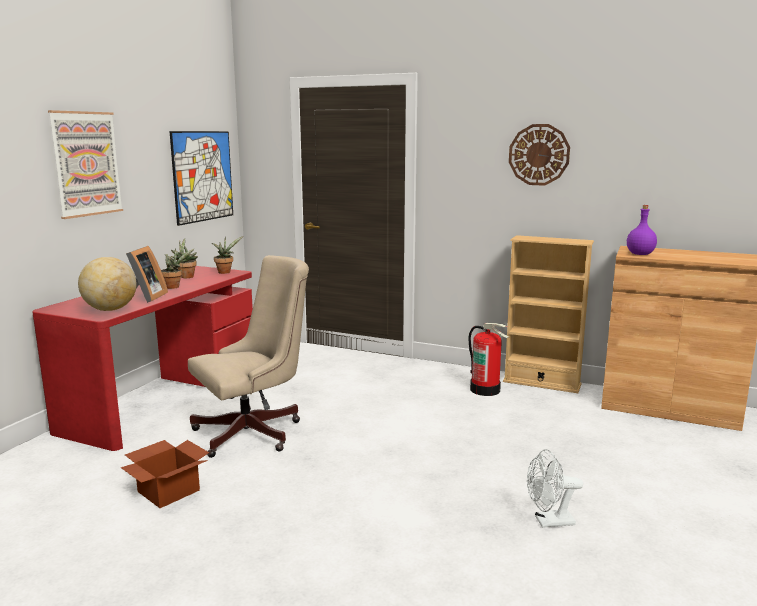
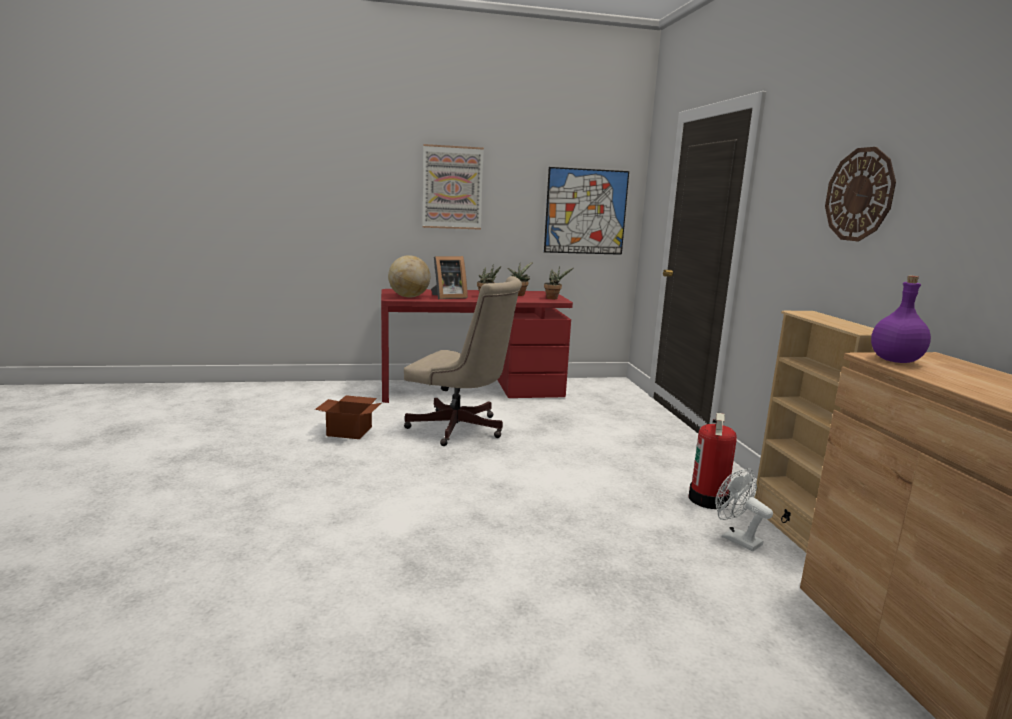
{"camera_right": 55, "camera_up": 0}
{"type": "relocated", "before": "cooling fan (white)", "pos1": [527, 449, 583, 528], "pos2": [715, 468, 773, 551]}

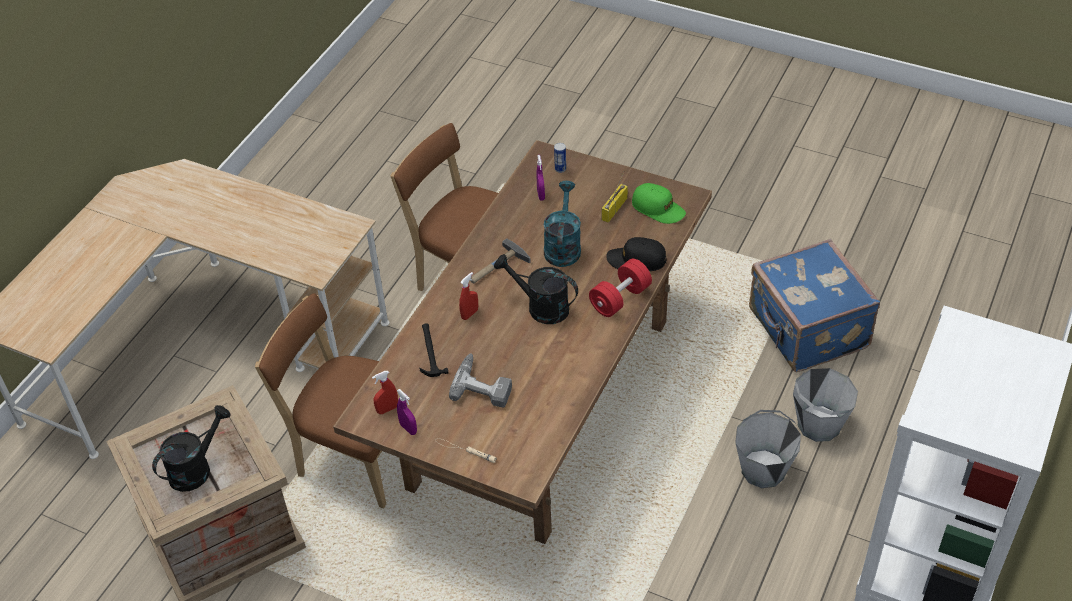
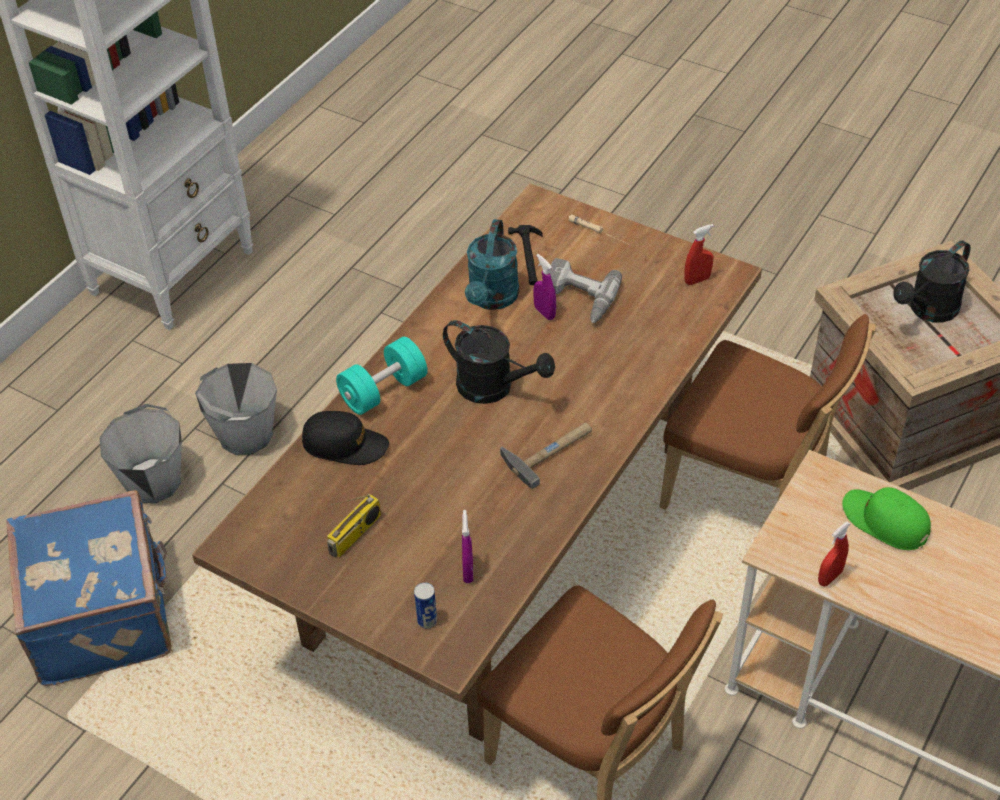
{"camera_right": -175, "camera_up": 0}
{"type": "relocated", "before": "watering can (turquoise-coloured)", "pos1": [544, 181, 581, 267], "pos2": [465, 219, 519, 310]}
{"type": "relocated", "before": "peaked cap (green)", "pos1": [632, 183, 686, 224], "pos2": [842, 487, 931, 550]}
{"type": "colour", "before": "free weight (red-coloured)", "after": "free weight (turquoise-coloured)", "pos1": [589, 259, 652, 317], "pos2": [336, 337, 428, 415]}
{"type": "relocated", "before": "spray bottle (red-coloured)", "pos1": [459, 272, 478, 320], "pos2": [818, 522, 850, 586]}
{"type": "relocated", "before": "tool hammer", "pos1": [420, 324, 448, 377], "pos2": [508, 225, 543, 285]}
{"type": "relocated", "before": "spray bottle (purple)", "pos1": [397, 389, 417, 435], "pos2": [533, 254, 556, 320]}

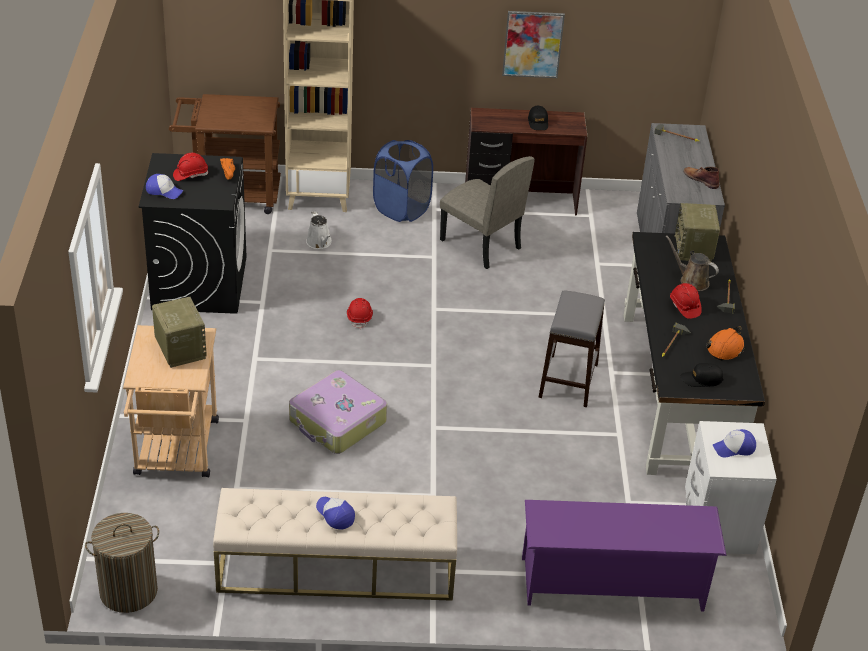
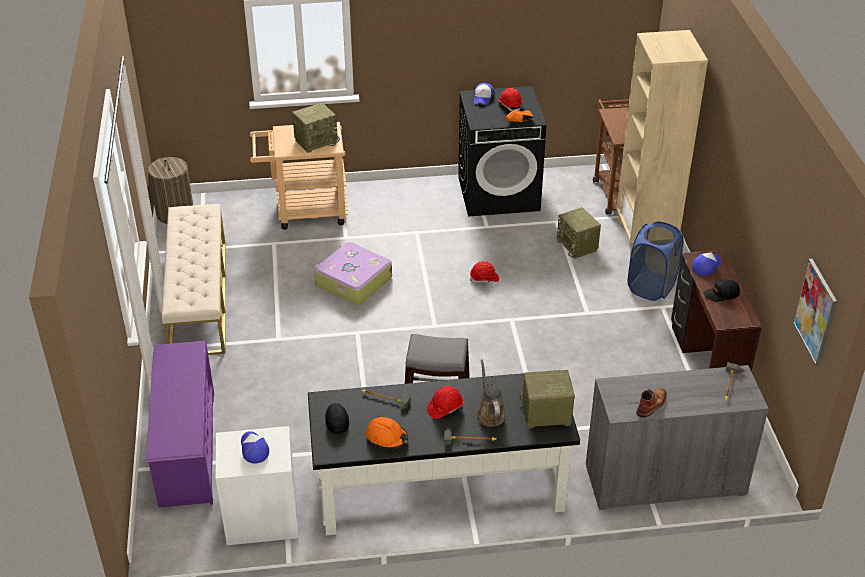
{"camera_right": 85, "camera_up": 0}
{"type": "relocated", "before": "wall picture", "pos1": [502, 11, 565, 78], "pos2": [793, 259, 837, 366]}
{"type": "missing", "before": "plain chair (beige-coloured)", "pos1": [440, 156, 535, 269]}
{"type": "exchanged", "before": "watering can (white)", "after": "radio set", "pos1": [306, 211, 332, 249], "pos2": [557, 207, 601, 259]}
{"type": "spun", "before": "watering can (brown-coloured)", "pos1": [665, 235, 719, 291], "pos2": [476, 360, 506, 427], "turn": -45}
{"type": "relocated", "before": "peaked cap", "pos1": [316, 497, 355, 529], "pos2": [692, 252, 721, 276]}

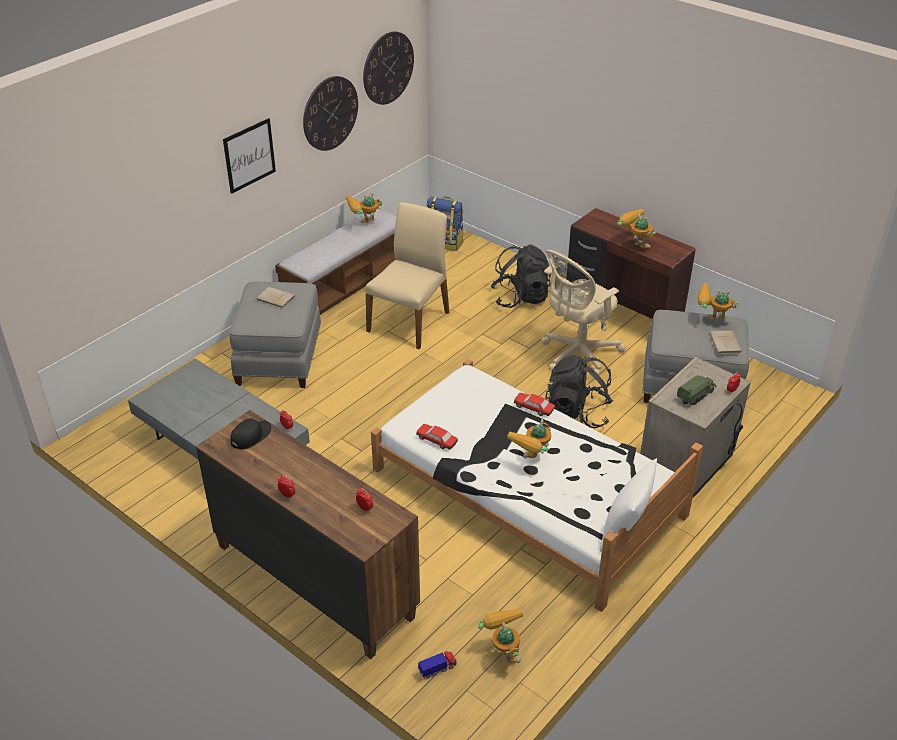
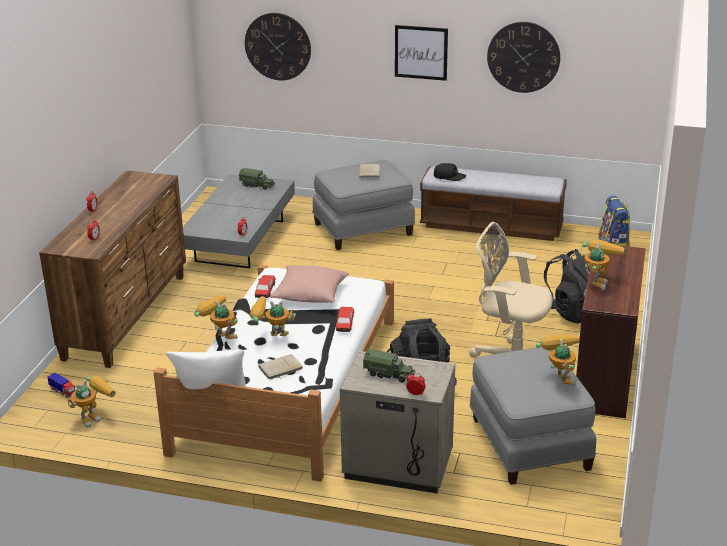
{"camera_right": 65, "camera_up": -10}
{"type": "relocated", "before": "clock on the wall", "pos1": [363, 32, 414, 105], "pos2": [245, 13, 311, 80]}
{"type": "relocated", "before": "toy robot", "pos1": [346, 193, 382, 223], "pos2": [194, 295, 238, 339]}
{"type": "missing", "before": "plain chair (beige-coloured)", "pos1": [365, 203, 449, 349]}
{"type": "relocated", "before": "book (beige-coloured)", "pos1": [710, 331, 742, 354], "pos2": [258, 354, 303, 380]}
{"type": "relocated", "before": "peaked cap (black)", "pos1": [230, 418, 271, 450], "pos2": [434, 163, 466, 181]}
{"type": "appeared", "after": "toy lorry", "pos2": [239, 168, 275, 190]}
{"type": "appeared", "after": "throw pillow (pinkish)", "pos2": [270, 265, 349, 303]}

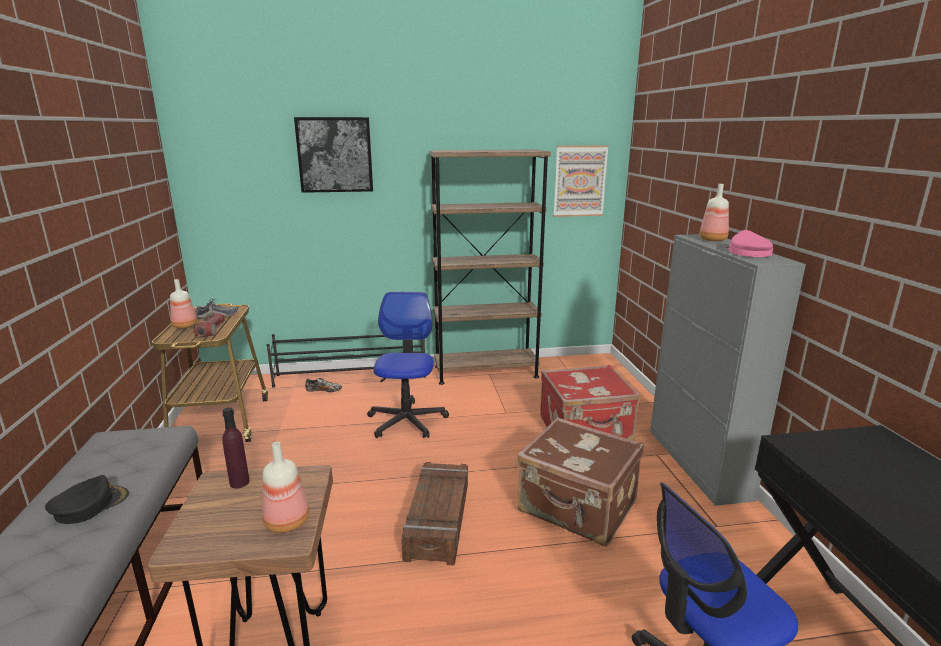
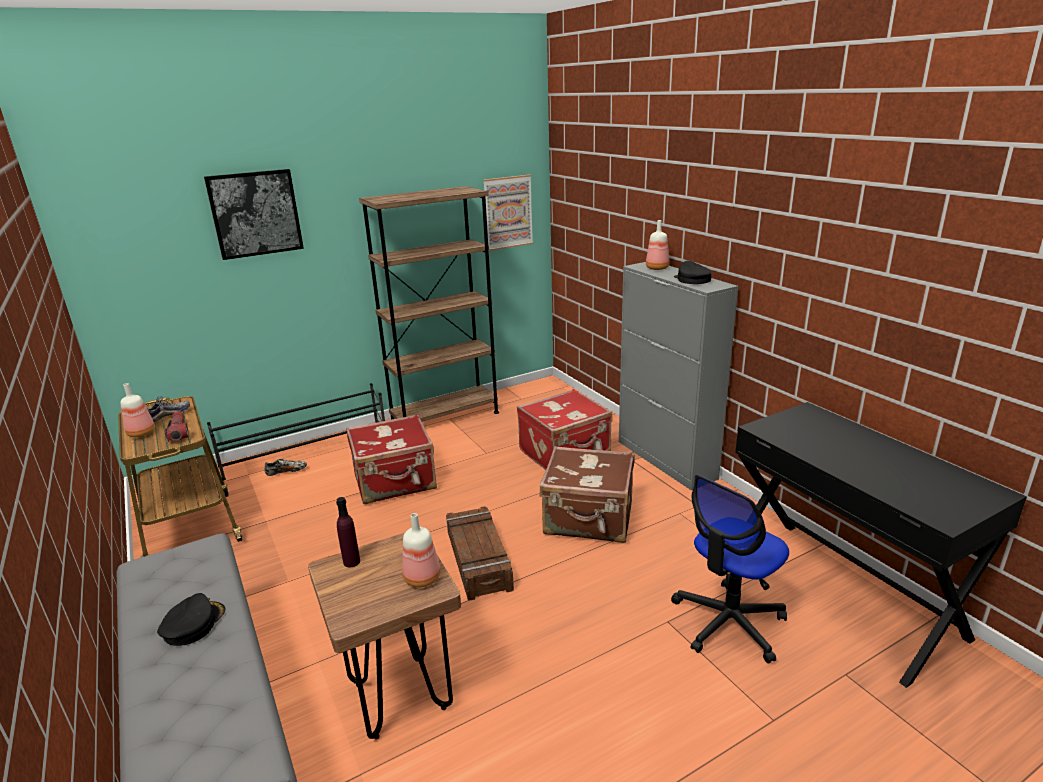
{"camera_right": -20, "camera_up": 5}
{"type": "colour", "before": "peaked cap (pinkish)", "after": "peaked cap (black)", "pos1": [726, 230, 773, 257], "pos2": [674, 260, 711, 284]}
{"type": "exchanged", "before": "desk chair", "after": "travel case (red-coloured)", "pos1": [367, 292, 449, 438], "pos2": [346, 414, 437, 504]}

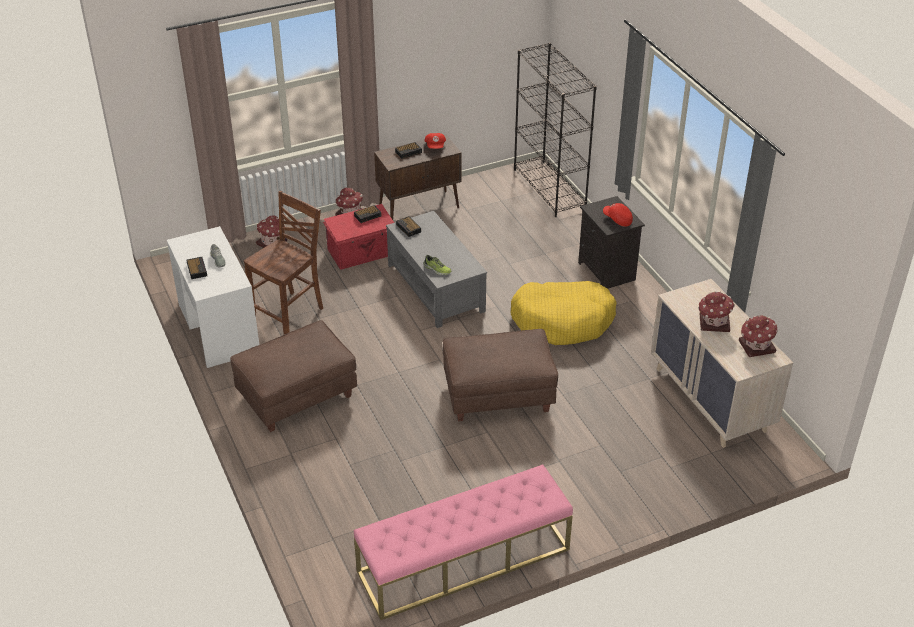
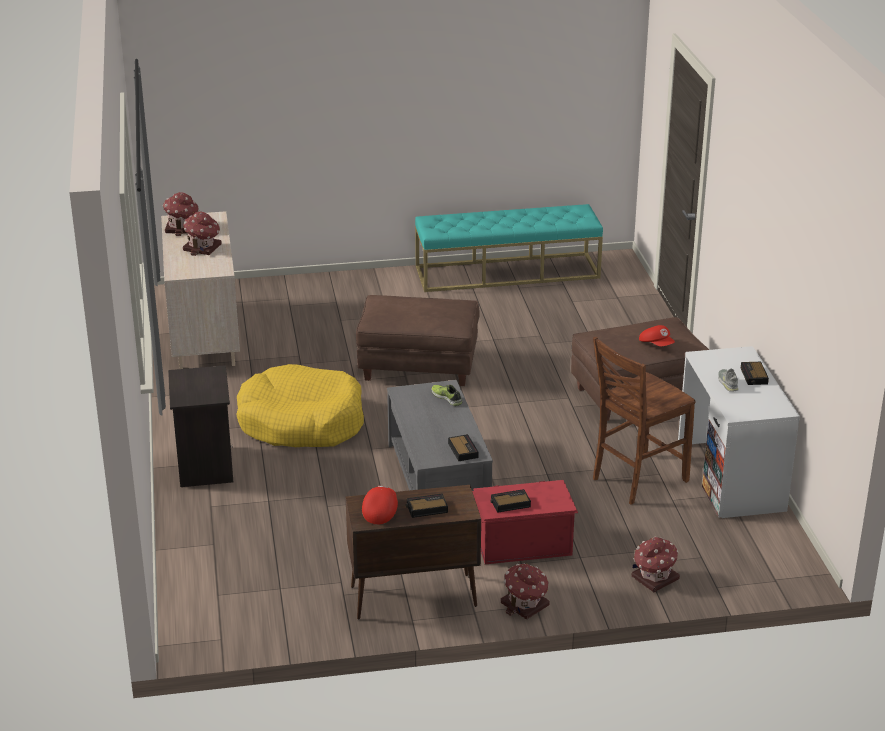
{"camera_right": -165, "camera_up": -10}
{"type": "missing", "before": "bookshelf (black)", "pos1": [514, 43, 597, 217]}
{"type": "relocated", "before": "peaked cap (red-coloured)", "pos1": [603, 203, 633, 227], "pos2": [639, 325, 675, 346]}
{"type": "colour", "before": "indoor bench (pinkish)", "after": "indoor bench (turquoise-coloured)", "pos1": [354, 465, 573, 620], "pos2": [415, 204, 603, 292]}

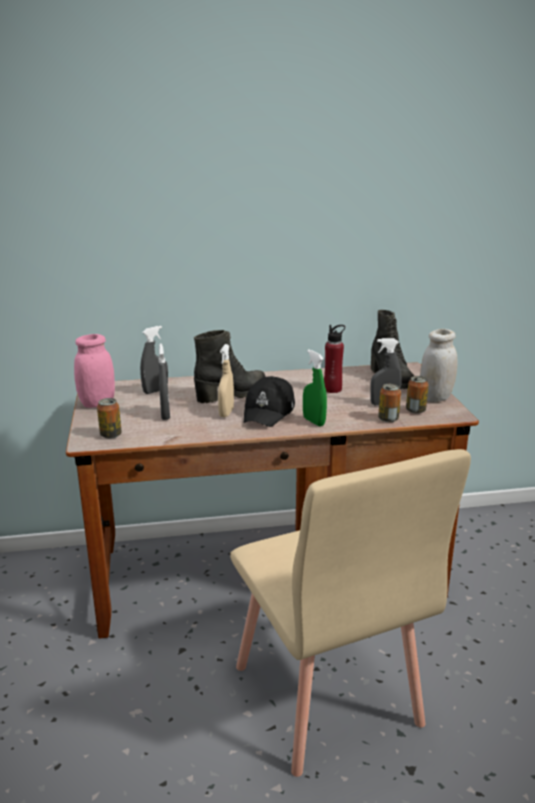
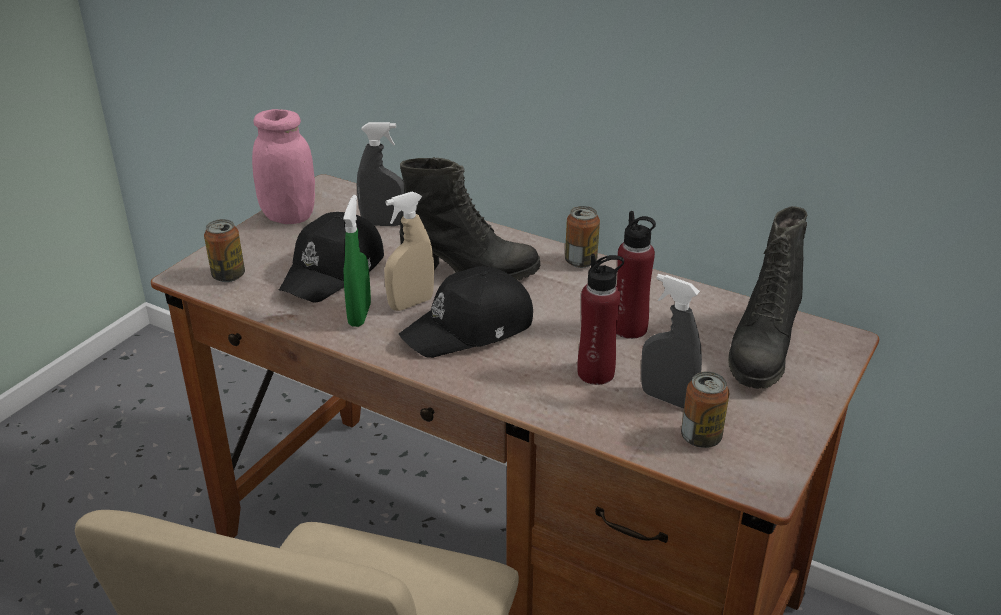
{"camera_right": 40, "camera_up": 10}
{"type": "missing", "before": "storage jar (white)", "pos1": [420, 329, 457, 402]}
{"type": "exchanged", "before": "spray bottle (grey)", "after": "peaked cap (black)", "pos1": [159, 344, 170, 420], "pos2": [279, 212, 384, 303]}
{"type": "relocated", "before": "spray bottle (green)", "pos1": [303, 350, 327, 426], "pos2": [343, 195, 371, 327]}
{"type": "relocated", "before": "sealed can", "pos1": [378, 384, 401, 422], "pos2": [565, 206, 600, 268]}
{"type": "appeared", "after": "beverage bottle (red-coloured)", "pos2": [577, 254, 624, 385]}

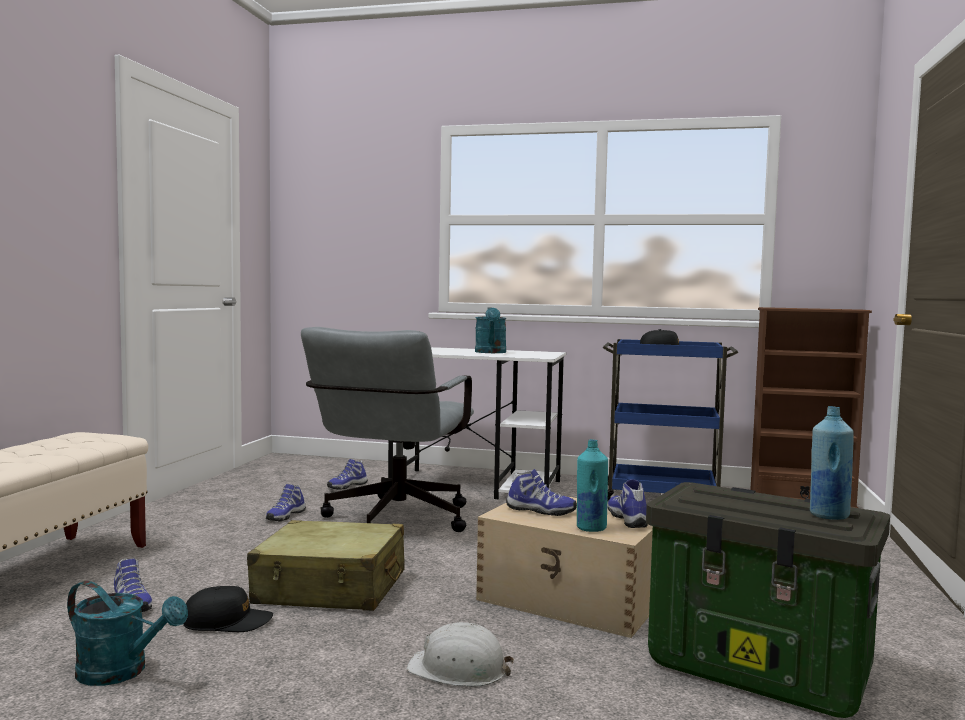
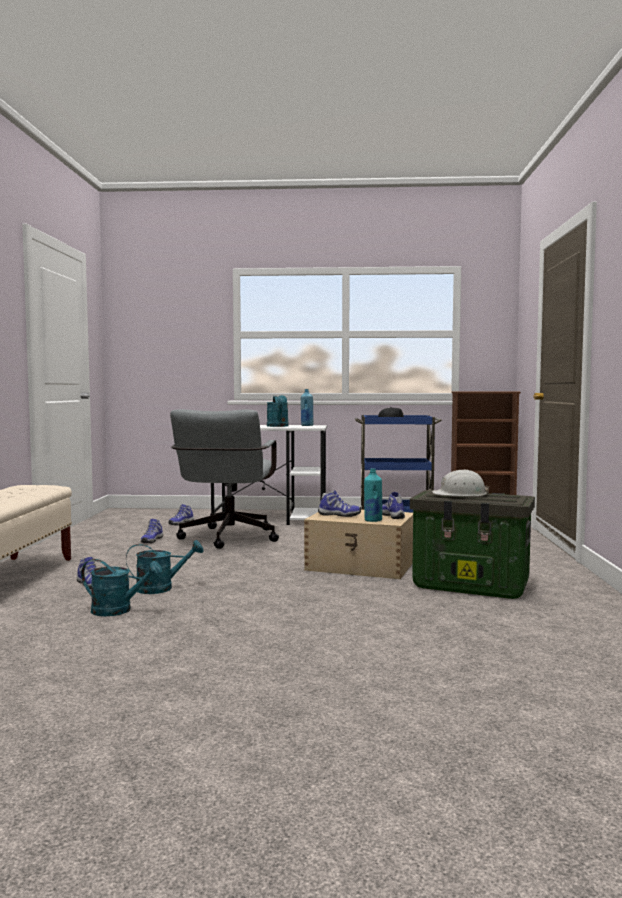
{"camera_right": -10, "camera_up": 0}
{"type": "relocated", "before": "beverage bottle (bluish)", "pos1": [810, 406, 854, 520], "pos2": [301, 389, 314, 426]}
{"type": "missing", "before": "travel case (beige-coloured)", "pos1": [247, 520, 405, 611]}
{"type": "exchanged", "before": "peaked cap (black)", "after": "watering can (turquoise-coloured)", "pos1": [183, 586, 273, 632], "pos2": [126, 540, 204, 594]}
{"type": "relocated", "before": "safety helmet (white)", "pos1": [407, 622, 514, 687], "pos2": [432, 470, 489, 496]}

